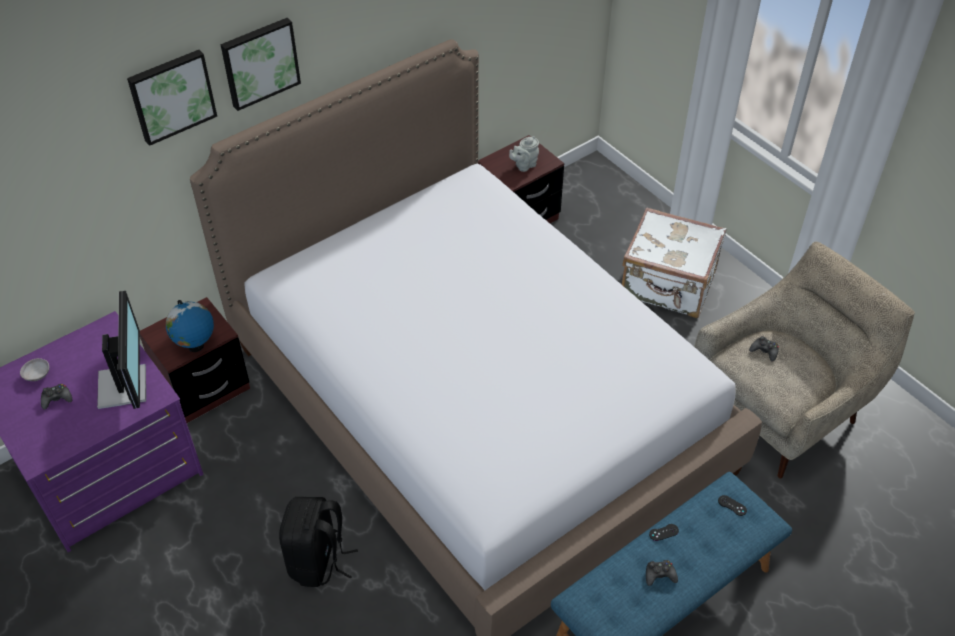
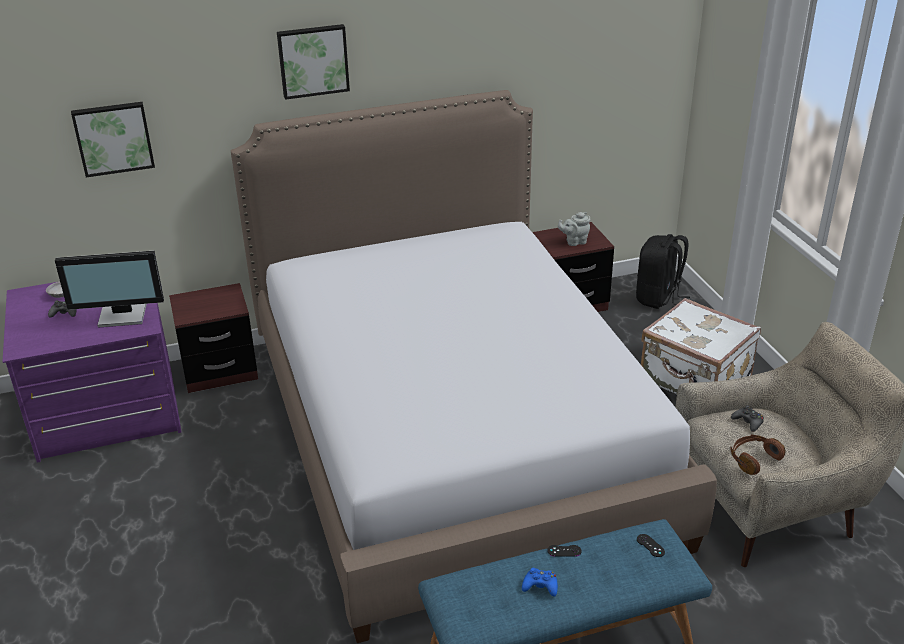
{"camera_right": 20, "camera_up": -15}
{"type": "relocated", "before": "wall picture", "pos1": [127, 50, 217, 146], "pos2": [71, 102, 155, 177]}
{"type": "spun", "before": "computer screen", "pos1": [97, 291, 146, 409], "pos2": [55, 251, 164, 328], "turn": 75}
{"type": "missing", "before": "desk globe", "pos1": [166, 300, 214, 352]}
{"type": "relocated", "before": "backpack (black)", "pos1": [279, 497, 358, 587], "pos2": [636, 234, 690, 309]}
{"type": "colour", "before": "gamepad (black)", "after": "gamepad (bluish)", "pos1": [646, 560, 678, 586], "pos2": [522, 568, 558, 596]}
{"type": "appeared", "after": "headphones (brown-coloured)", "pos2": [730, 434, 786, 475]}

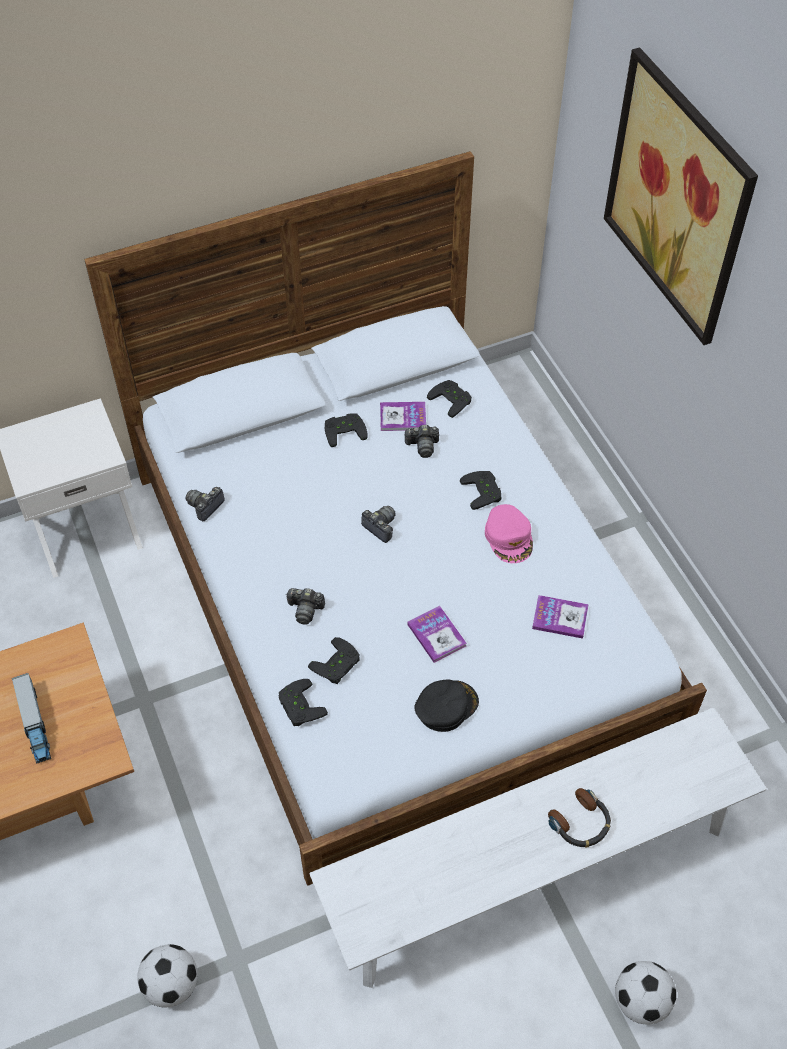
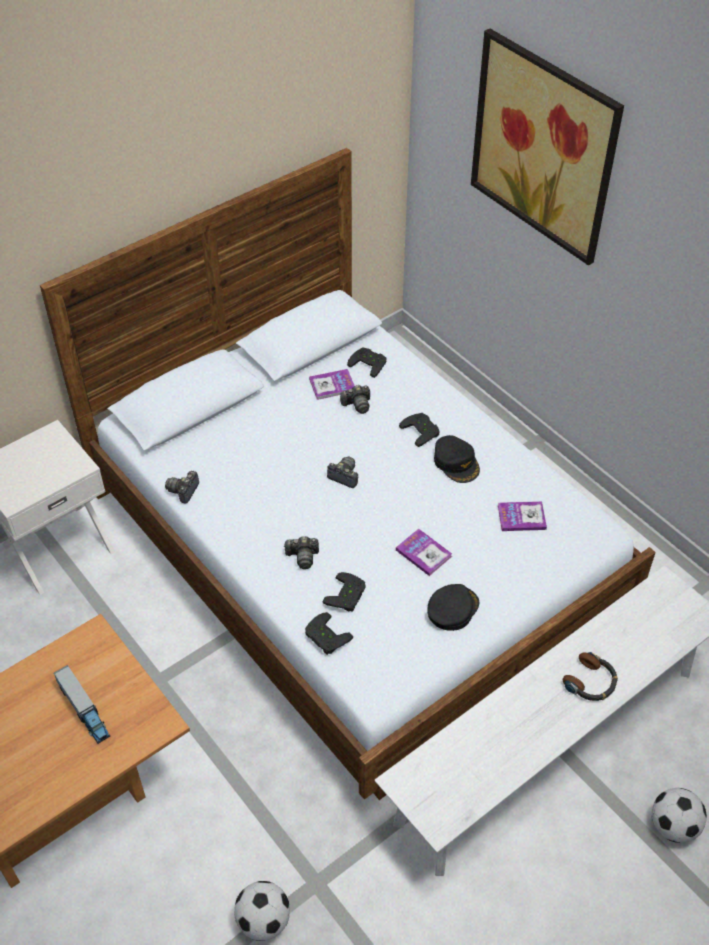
{"camera_right": -15, "camera_up": -5}
{"type": "missing", "before": "gamepad (black)", "pos1": [325, 413, 367, 447]}
{"type": "colour", "before": "peaked cap (pinkish)", "after": "peaked cap (black)", "pos1": [485, 504, 533, 563], "pos2": [434, 435, 480, 483]}

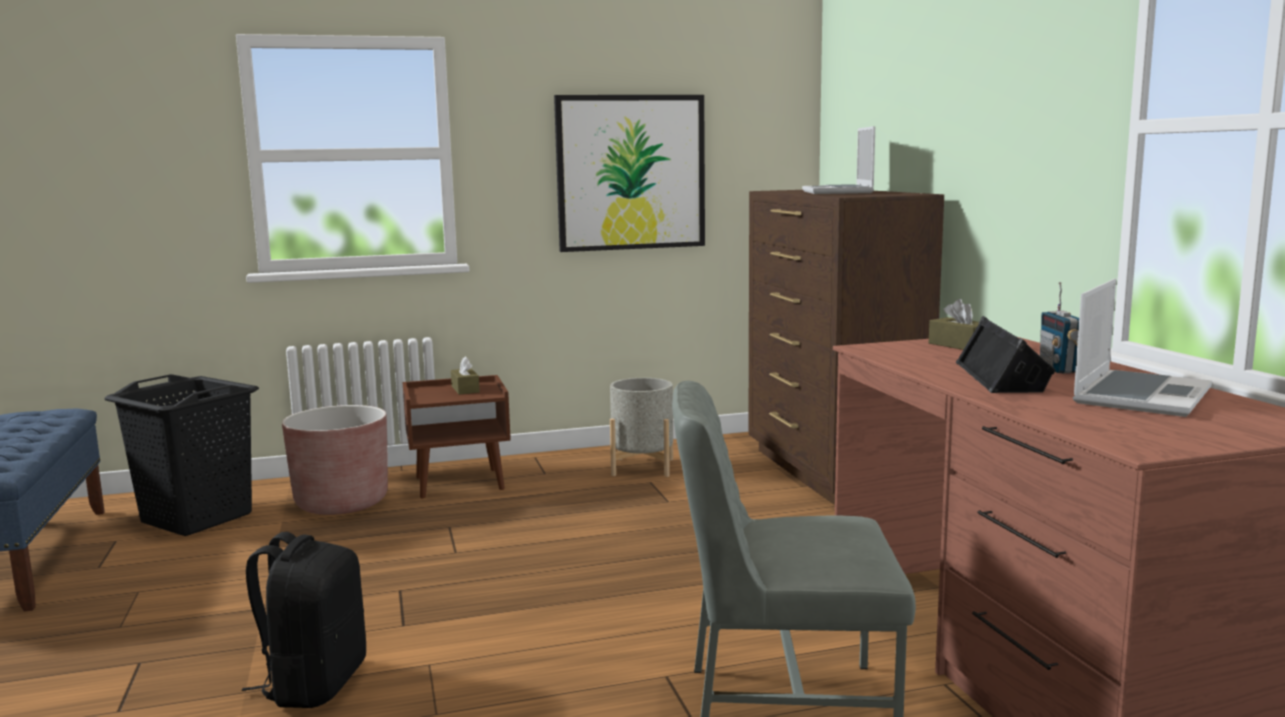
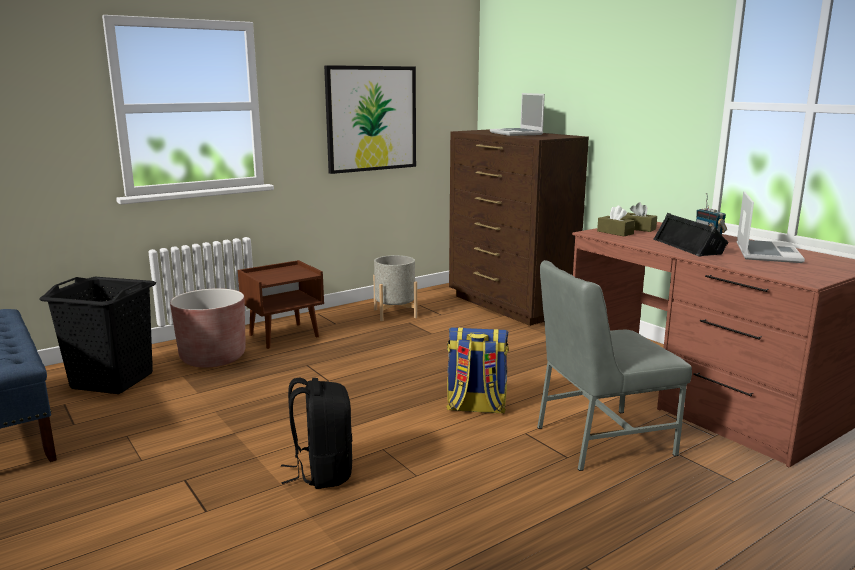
{"camera_right": -20, "camera_up": 5}
{"type": "relocated", "before": "box of tissues (brown-coloured)", "pos1": [451, 357, 480, 395], "pos2": [597, 205, 635, 236]}
{"type": "appeared", "after": "backpack", "pos2": [446, 328, 509, 413]}

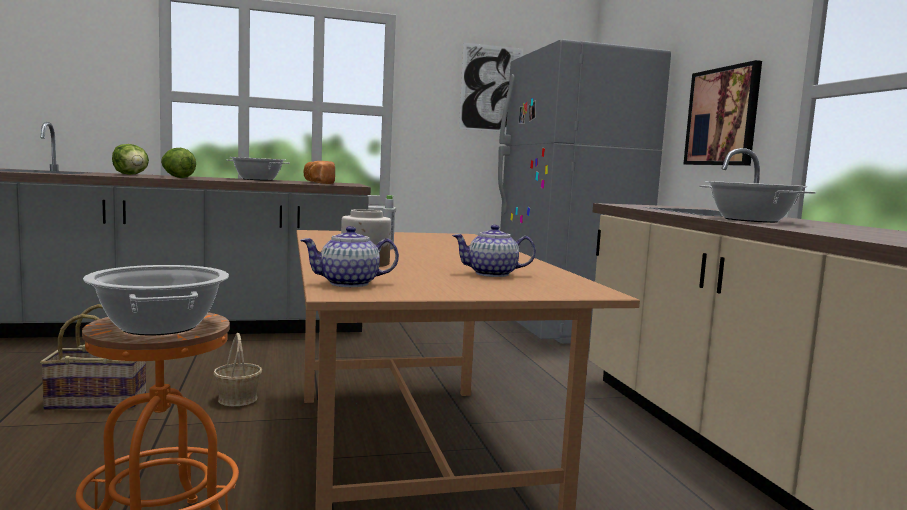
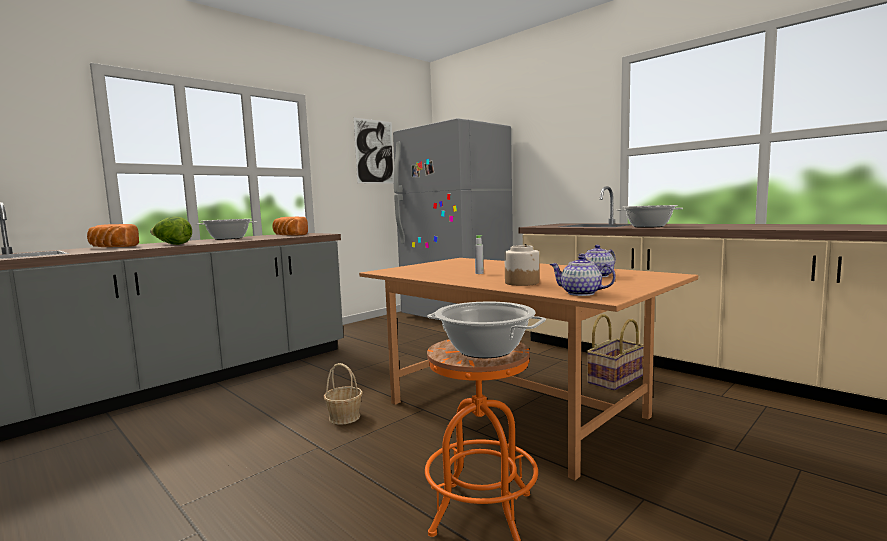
{"camera_right": -30, "camera_up": 0}
{"type": "missing", "before": "wall picture", "pos1": [683, 60, 762, 166]}
{"type": "exchanged", "before": "lettuce", "after": "bakery bread", "pos1": [112, 144, 149, 175], "pos2": [87, 224, 139, 247]}
{"type": "spun", "before": "pot for tea", "pos1": [300, 226, 399, 287], "pos2": [549, 255, 616, 296], "turn": 75}
{"type": "relocated", "before": "household basket", "pos1": [40, 304, 146, 410], "pos2": [587, 314, 644, 391]}

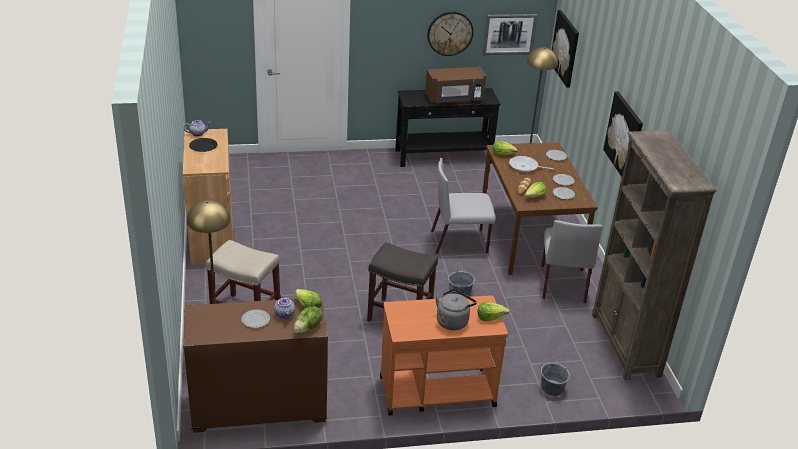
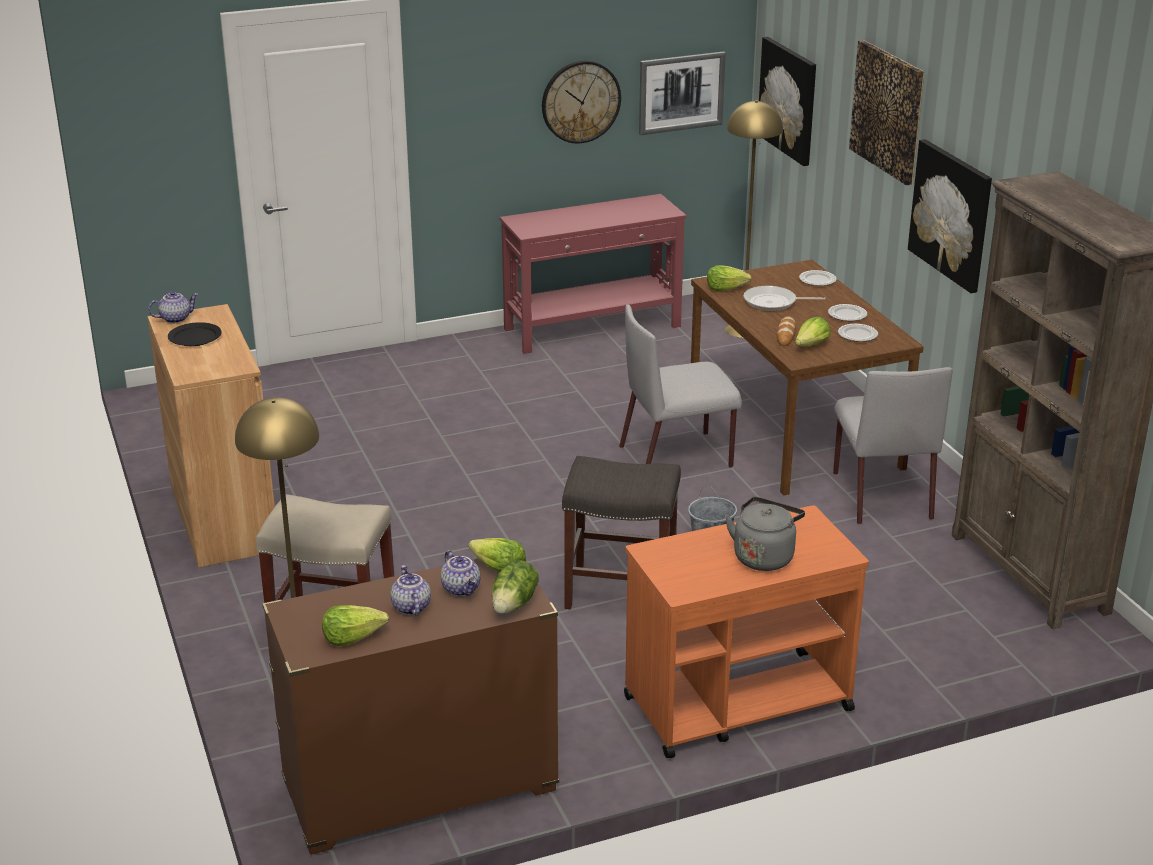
{"camera_right": -10, "camera_up": -5}
{"type": "missing", "before": "microwave oven (brown-coloured)", "pos1": [425, 67, 486, 103]}
{"type": "colour", "before": "hall table (black)", "after": "hall table (red-coloured)", "pos1": [395, 88, 500, 167], "pos2": [500, 194, 687, 354]}
{"type": "relocated", "before": "lettuce", "pos1": [478, 302, 509, 321], "pos2": [322, 605, 389, 646]}
{"type": "exchanged", "before": "flat dish", "after": "pot for tea", "pos1": [241, 309, 270, 328], "pos2": [390, 565, 431, 615]}
{"type": "missing", "before": "water bucket (grey)", "pos1": [541, 360, 570, 396]}
{"type": "appeared", "after": "wall picture", "pos2": [849, 40, 924, 185]}

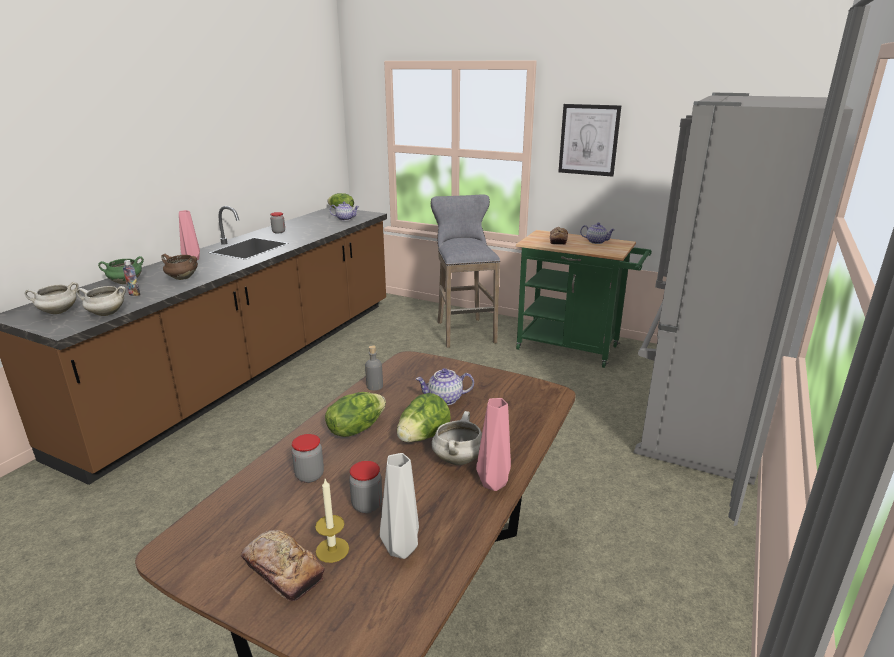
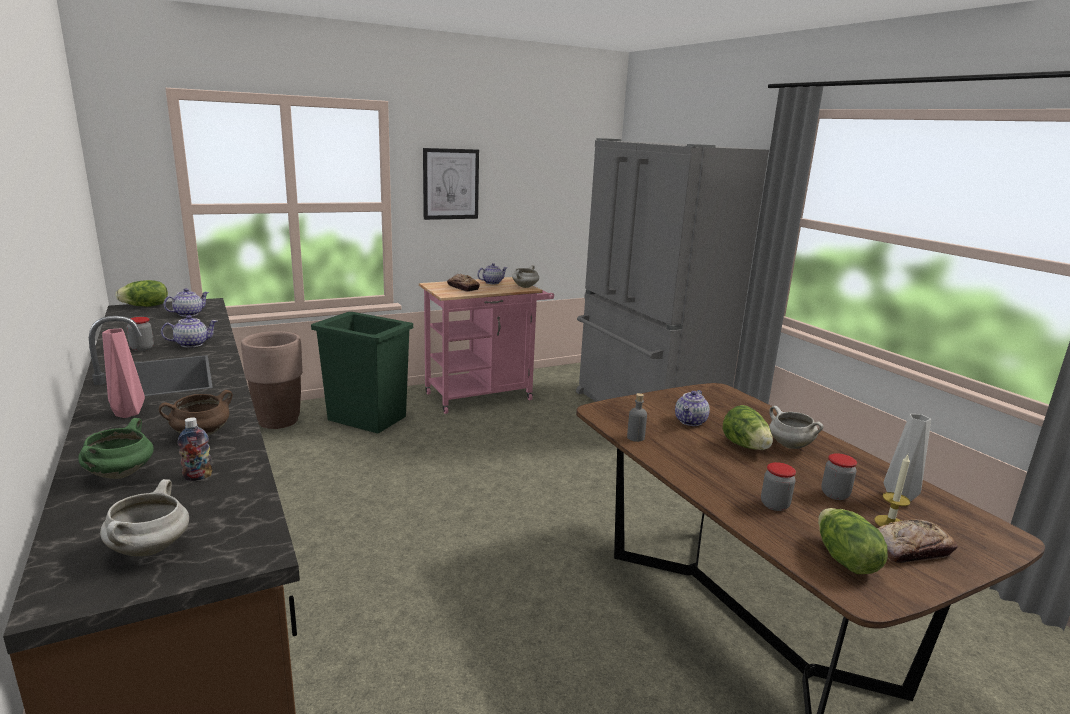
{"camera_right": -55, "camera_up": -5}
{"type": "exchanged", "before": "sitting stool (grey)", "after": "waste bin (green)", "pos1": [431, 194, 500, 348], "pos2": [311, 312, 413, 433]}
{"type": "colour", "before": "wheeled cart (green)", "after": "wheeled cart (pinkish)", "pos1": [516, 230, 652, 368], "pos2": [419, 277, 554, 414]}
{"type": "relocated", "before": "cooking pot (white)", "pos1": [76, 286, 126, 316], "pos2": [512, 265, 539, 288]}
{"type": "relocated", "before": "lettuce", "pos1": [325, 392, 386, 437], "pos2": [818, 508, 888, 574]}
{"type": "missing", "before": "decorative vase (pinkish)", "pos1": [476, 398, 511, 491]}
{"type": "appeared", "after": "pot for tea", "pos2": [161, 315, 218, 348]}
{"type": "appeared", "after": "flower pot (brown-coloured)", "pos2": [241, 331, 303, 429]}

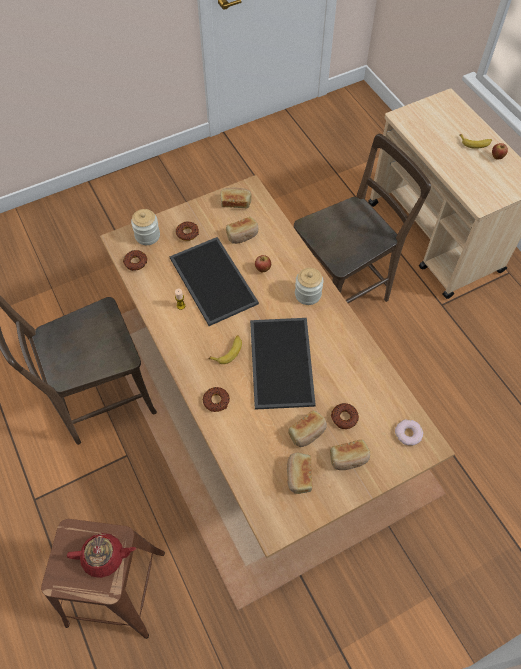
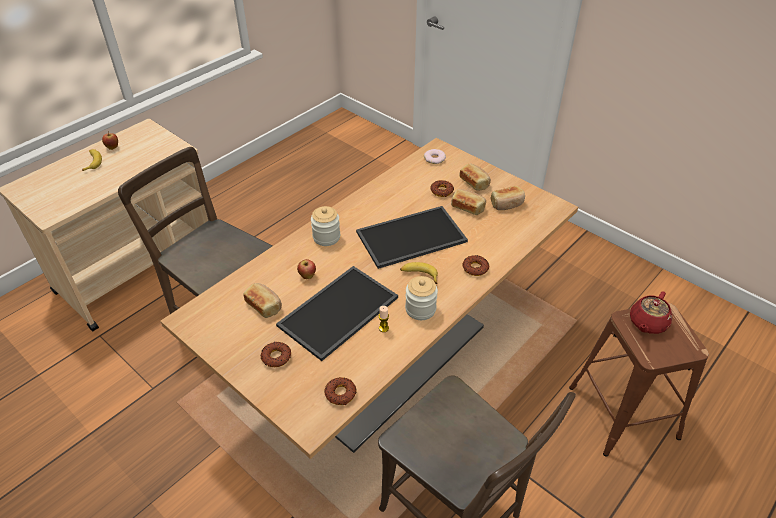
{"camera_right": -110, "camera_up": -15}
{"type": "missing", "before": "bakery bread", "pos1": [220, 188, 251, 208]}
{"type": "relocated", "before": "storage jar", "pos1": [131, 209, 160, 245], "pos2": [405, 276, 438, 320]}
{"type": "spun", "before": "pot for tea (red-coloured)", "pos1": [67, 533, 136, 578], "pos2": [630, 291, 672, 334], "turn": -120}

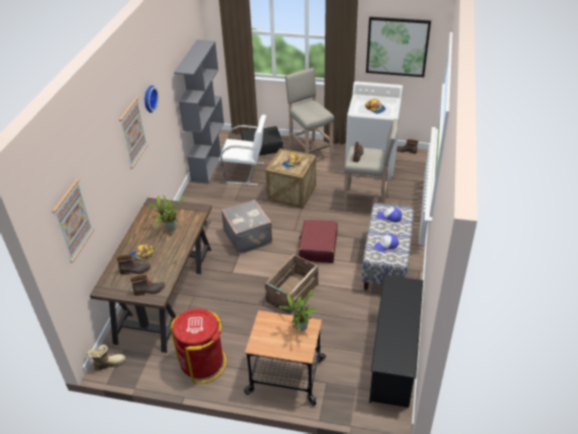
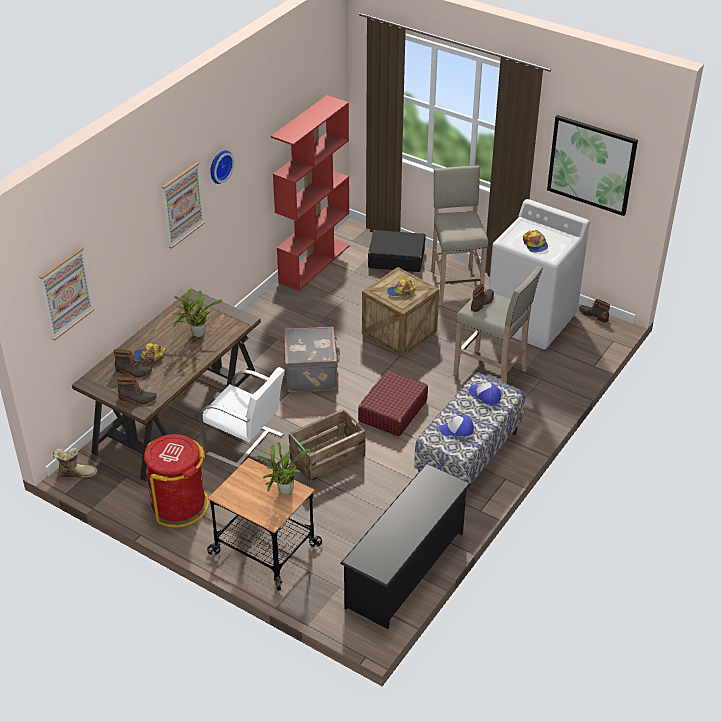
{"camera_right": 20, "camera_up": 0}
{"type": "colour", "before": "bookshelf (grey)", "after": "bookshelf (red-coloured)", "pos1": [174, 40, 224, 184], "pos2": [271, 95, 350, 291]}
{"type": "relocated", "before": "plain chair (white)", "pos1": [219, 115, 266, 186], "pos2": [199, 367, 284, 468]}

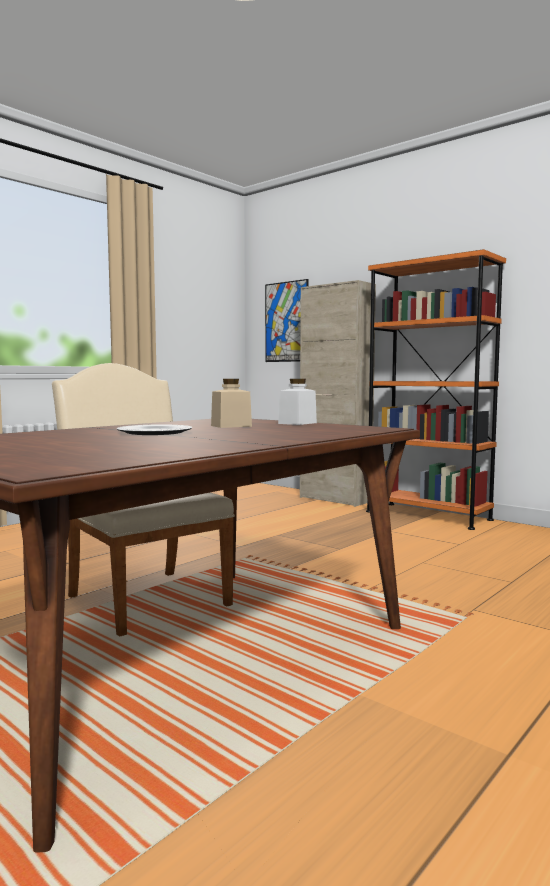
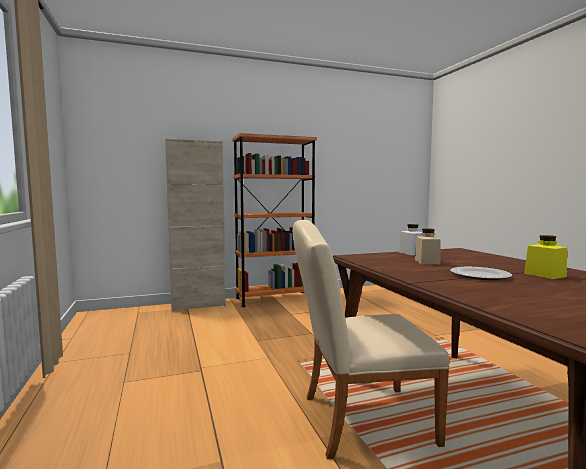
{"camera_right": -60, "camera_up": 0}
{"type": "missing", "before": "wall picture", "pos1": [265, 279, 309, 362]}
{"type": "appeared", "after": "storage jar (yellow-coloured)", "pos2": [524, 235, 567, 279]}

